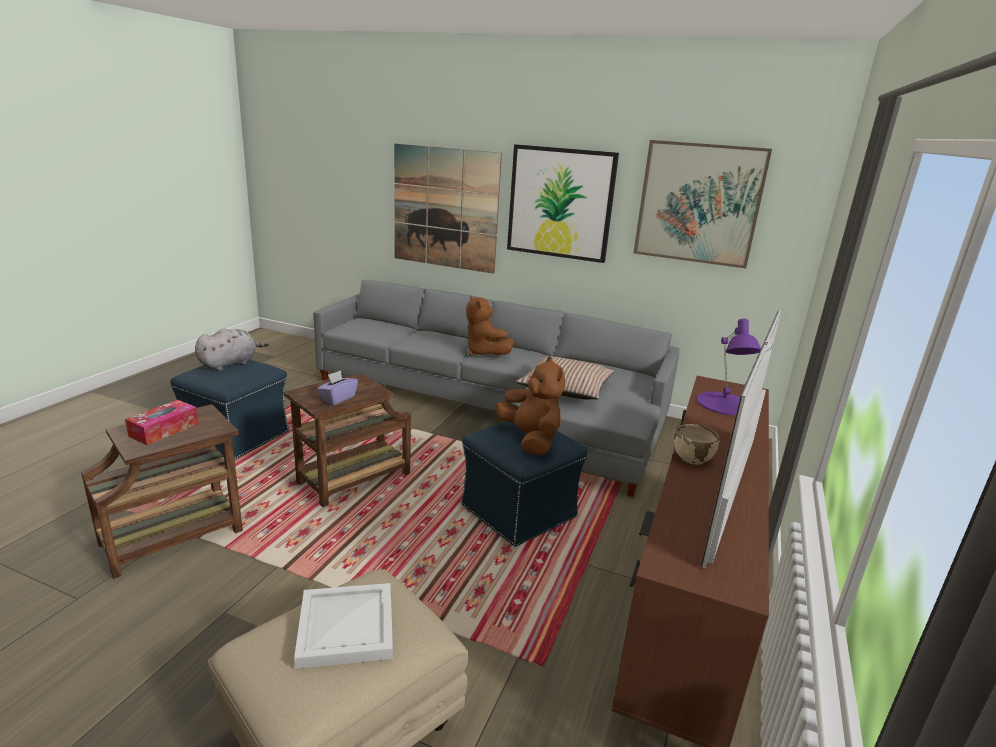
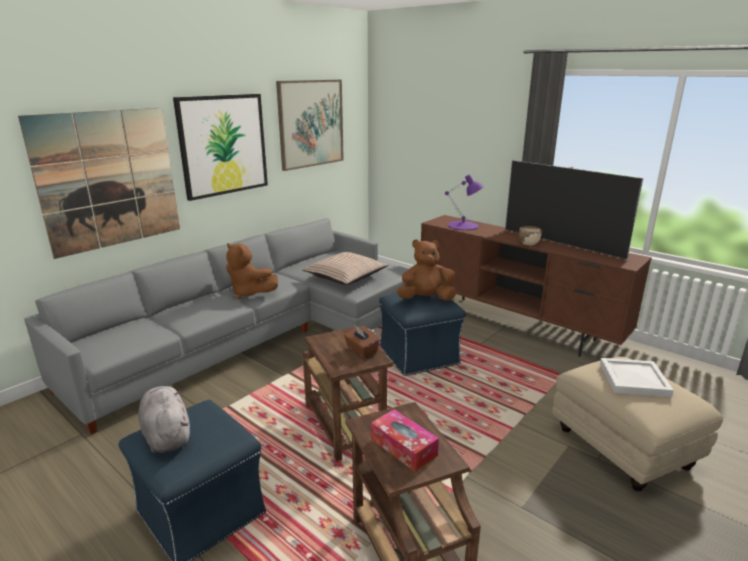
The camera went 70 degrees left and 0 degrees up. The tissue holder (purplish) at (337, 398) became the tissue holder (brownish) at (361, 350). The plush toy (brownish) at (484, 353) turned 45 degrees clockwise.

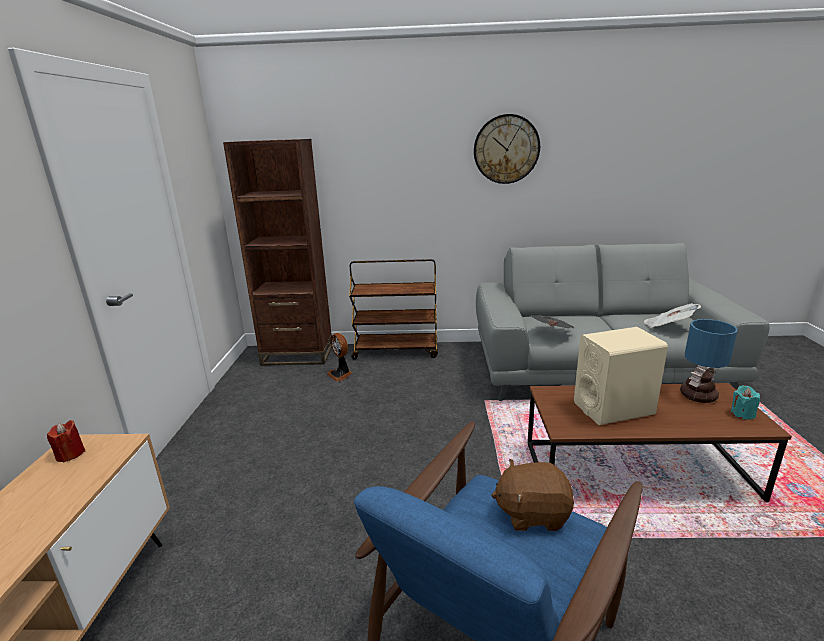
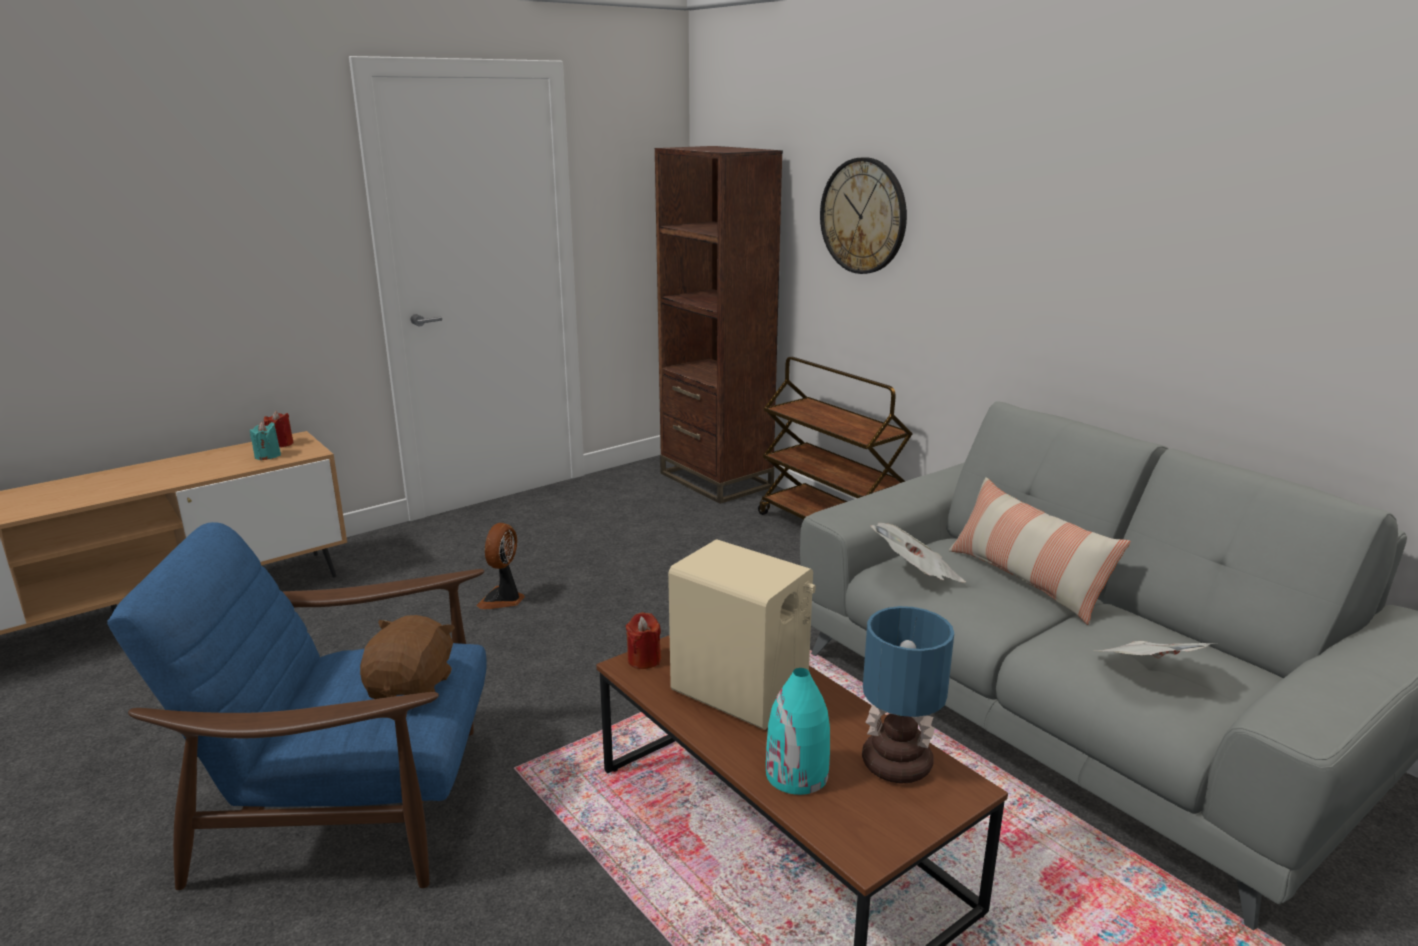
The camera went 50 degrees right and 0 degrees up. The wax candle (red) at (644, 660) appeared. The flower vase (turquoise) at (797, 775) appeared. The cushion at (1026, 580) appeared. The electric fan moved from (340, 374) to (503, 599). The hanging clock moved from (506, 149) to (863, 216). The wax candle (turquoise) moved from (742, 414) to (267, 456). The plush toy (brownish) at (532, 513) turned 45 degrees clockwise.

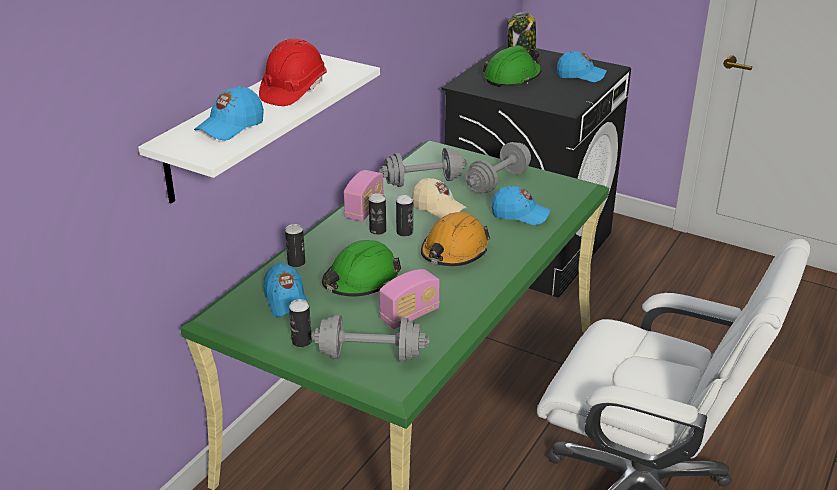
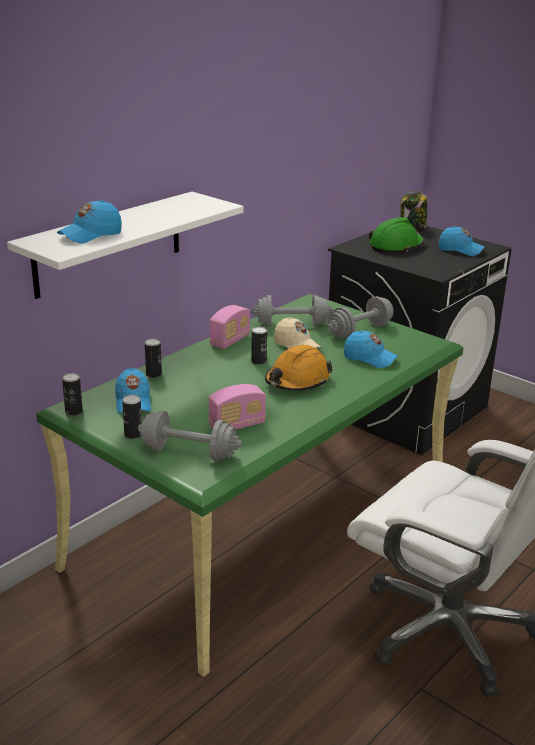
The camera went 10 degrees right and 5 degrees down. The safety helmet (red) at (293, 91) disappeared. The safety helmet (green-coloured) at (361, 281) disappeared. The sealed can moved from (378, 230) to (74, 411).

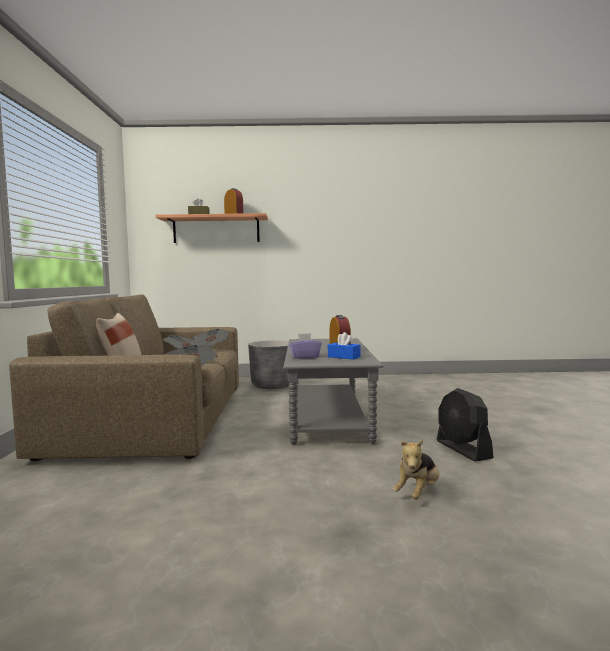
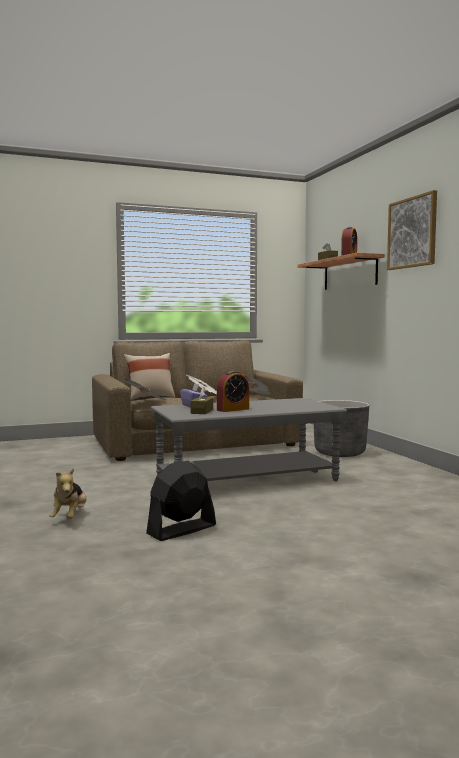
The camera went 70 degrees right and 0 degrees up. The wall picture at (412, 232) appeared. The tissue holder (bluish) at (344, 357) became the tissue holder (brownish) at (202, 411). The plush toy at (418, 493) turned 105 degrees counterclockwise.

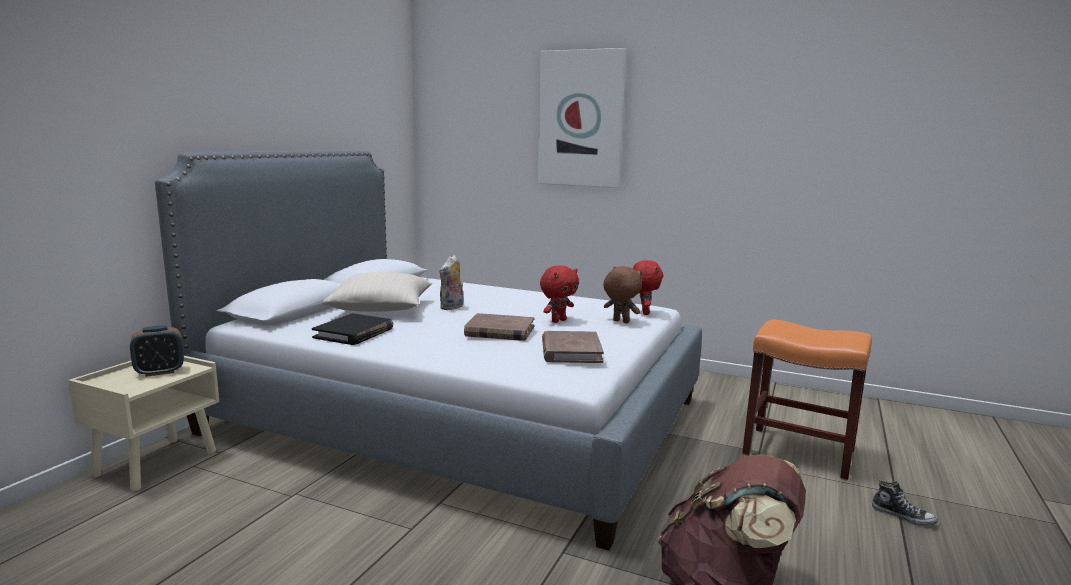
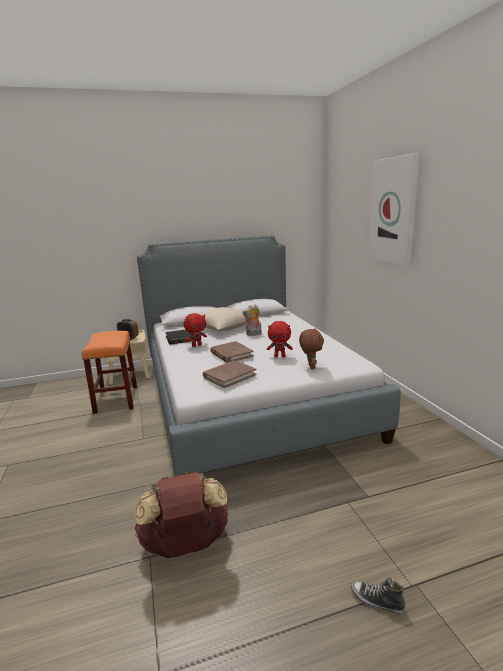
The camera went 50 degrees right and 5 degrees up. The plush toy (red) moved from (644, 313) to (196, 345). The sitting stool (orange-coloured) moved from (797, 452) to (116, 399). The shoe at (903, 516) turned 120 degrees clockwise.

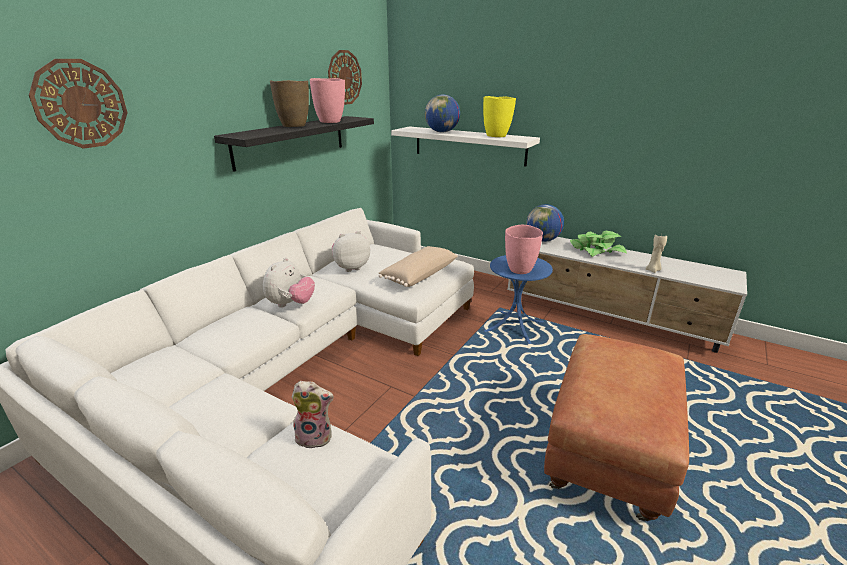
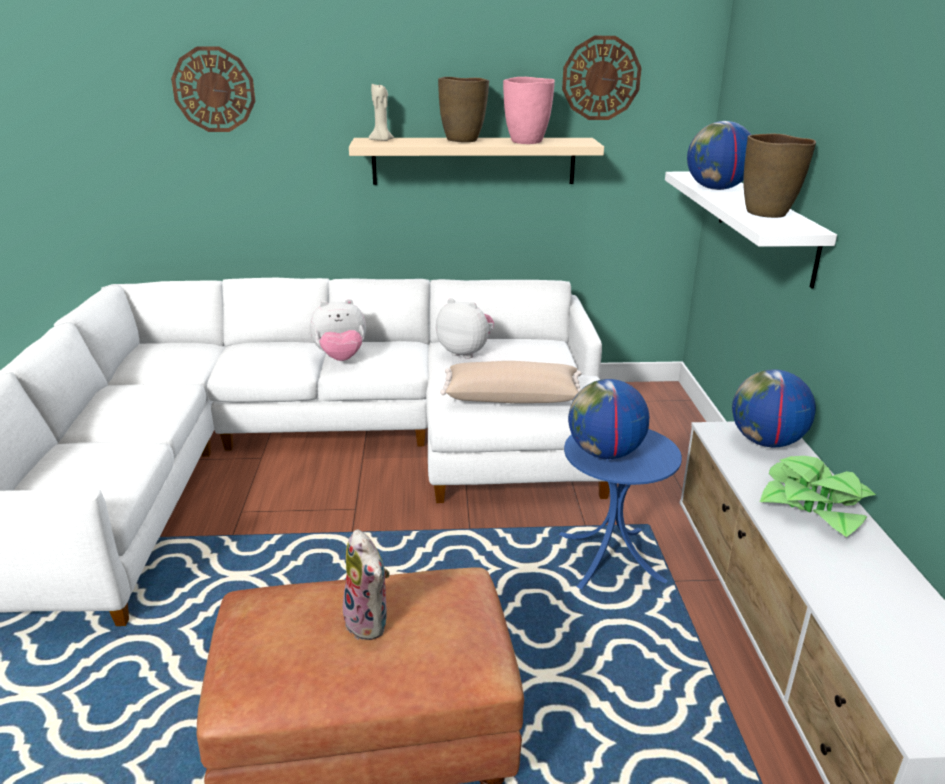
The camera went 55 degrees right and 0 degrees up. The plush toy moved from (315, 437) to (370, 622). The wax candle (beige) moved from (653, 270) to (382, 140). The flower vase (pinkish) at (520, 270) was replaced by the world globe at (605, 453). The wall shelf (black) at (291, 141) became the wall shelf (beige) at (474, 161). The flower vase (yellow-coloured) at (496, 136) became the flower vase (brownish) at (768, 213).

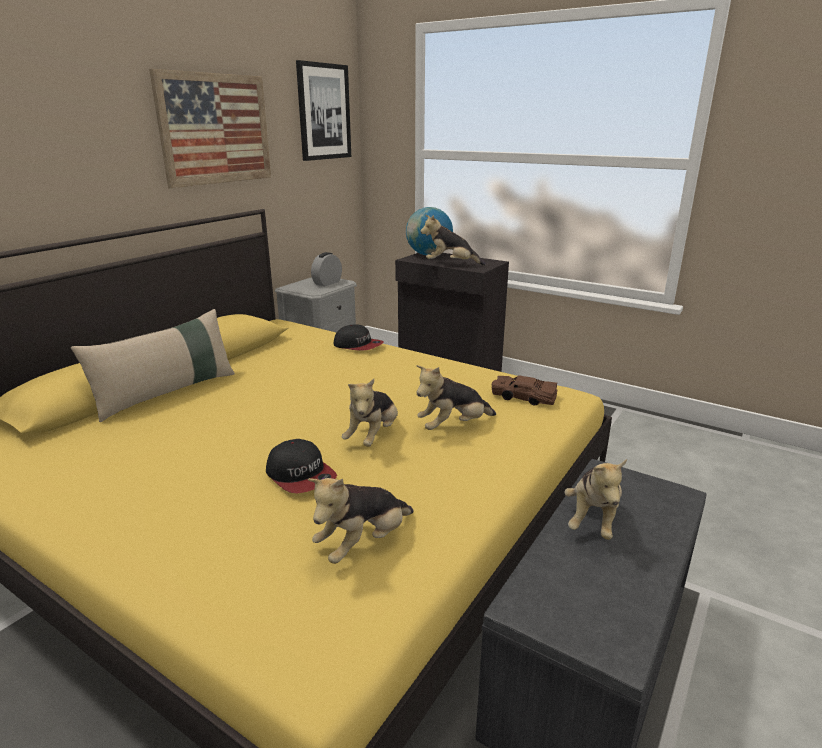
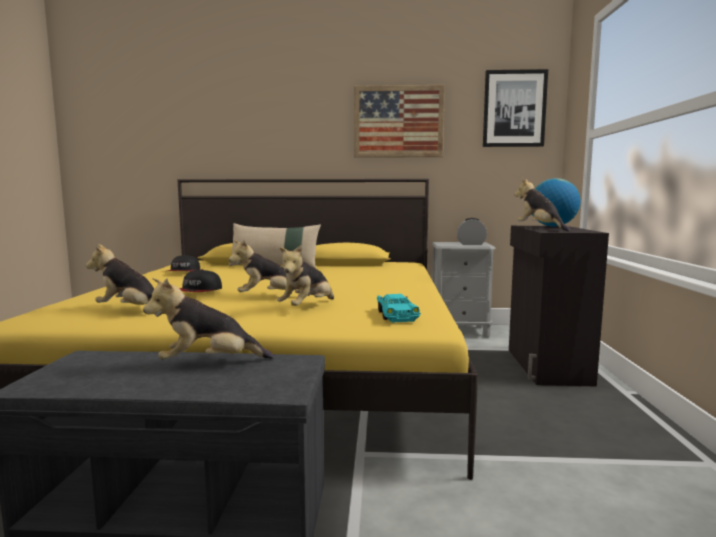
The camera went 60 degrees right and 15 degrees down. The baseball cap moved from (358, 345) to (184, 272). The miniature car (brownish) at (523, 397) became the miniature car (turquoise) at (395, 315). The plush toy at (453, 426) turned 90 degrees counterclockwise.

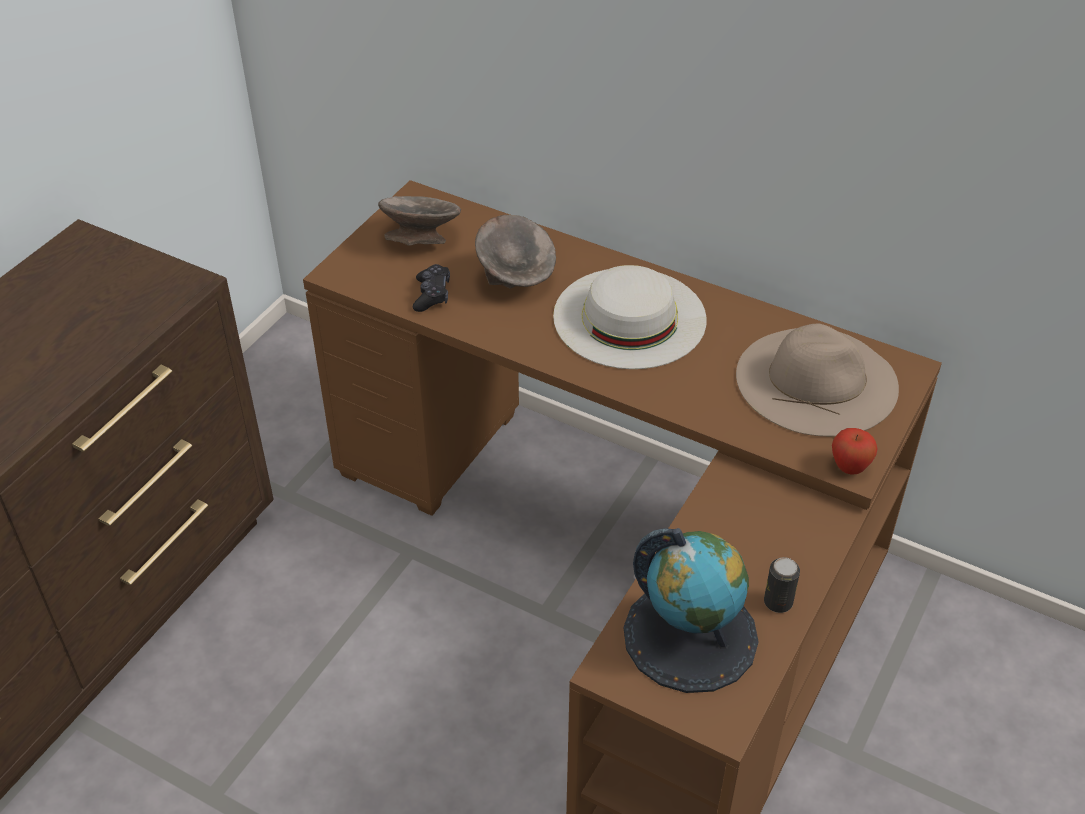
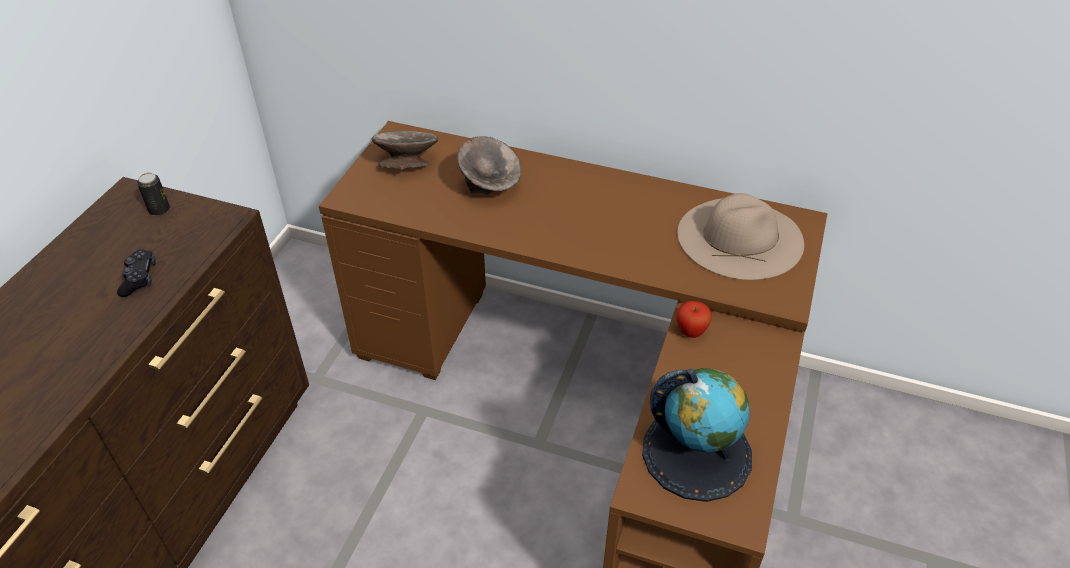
The camera went 10 degrees left and 0 degrees up. The hat (white) at (629, 317) disappeared. The game controller (black) moved from (432, 295) to (139, 278). The sealed can moved from (778, 602) to (159, 210). The apple moved from (849, 468) to (690, 332).

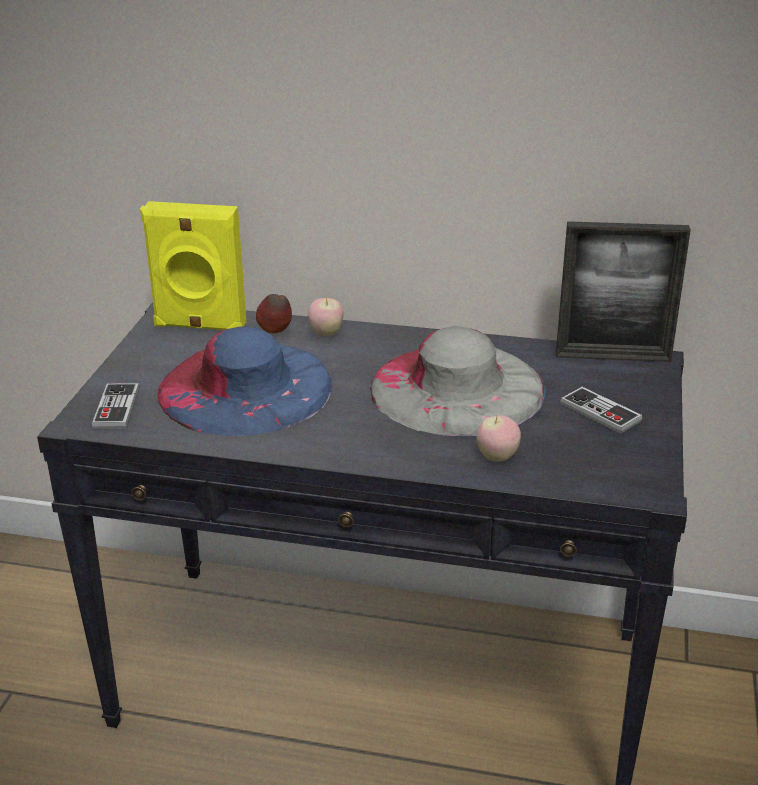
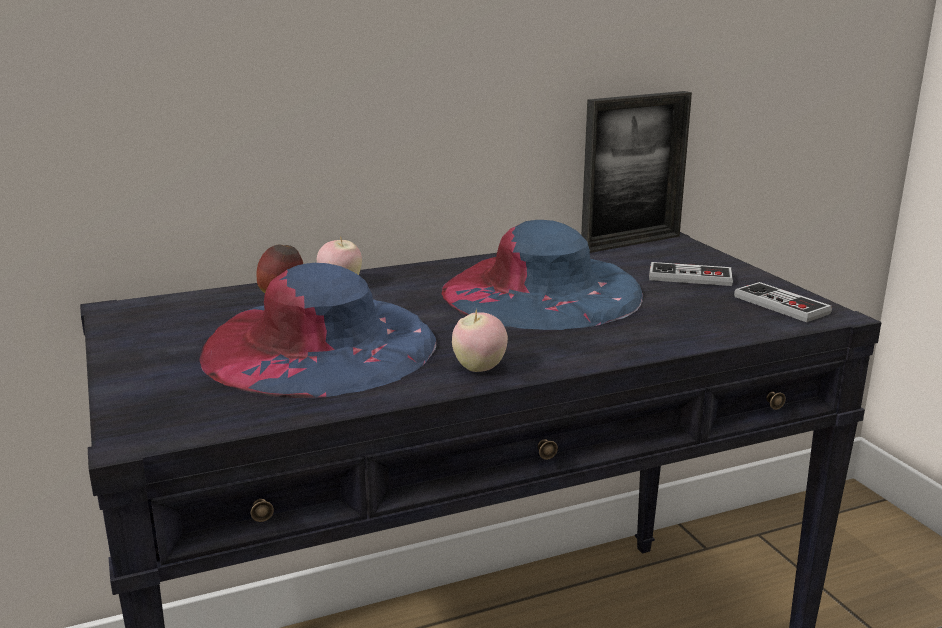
The camera went 35 degrees left and 10 degrees down. The loudspeaker (yellow-coloured) at (200, 326) disappeared. The game controller moved from (116, 408) to (781, 305). The apple moved from (497, 457) to (479, 368). The hat (greyish) at (457, 388) became the hat (bluish) at (542, 292).

